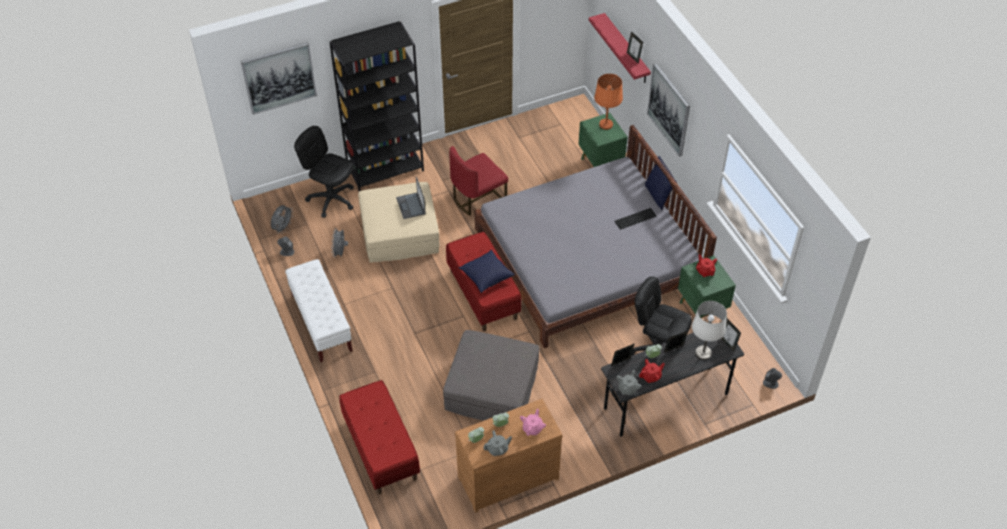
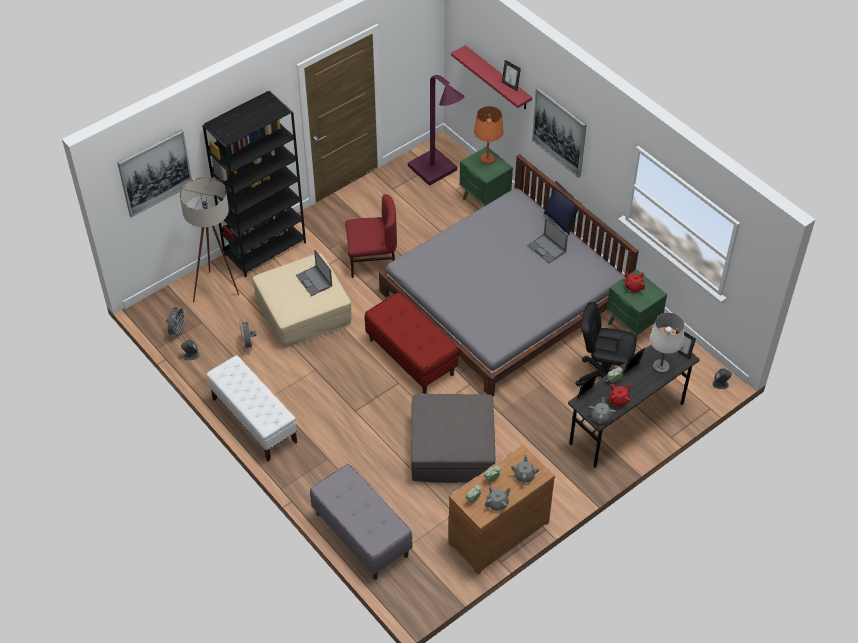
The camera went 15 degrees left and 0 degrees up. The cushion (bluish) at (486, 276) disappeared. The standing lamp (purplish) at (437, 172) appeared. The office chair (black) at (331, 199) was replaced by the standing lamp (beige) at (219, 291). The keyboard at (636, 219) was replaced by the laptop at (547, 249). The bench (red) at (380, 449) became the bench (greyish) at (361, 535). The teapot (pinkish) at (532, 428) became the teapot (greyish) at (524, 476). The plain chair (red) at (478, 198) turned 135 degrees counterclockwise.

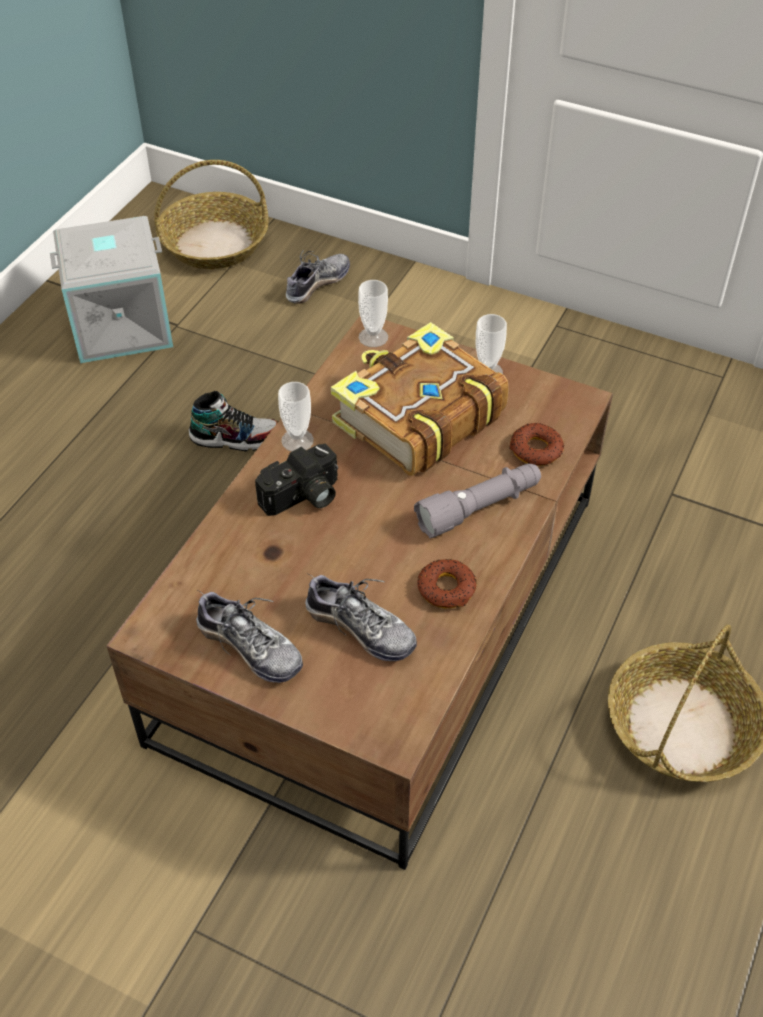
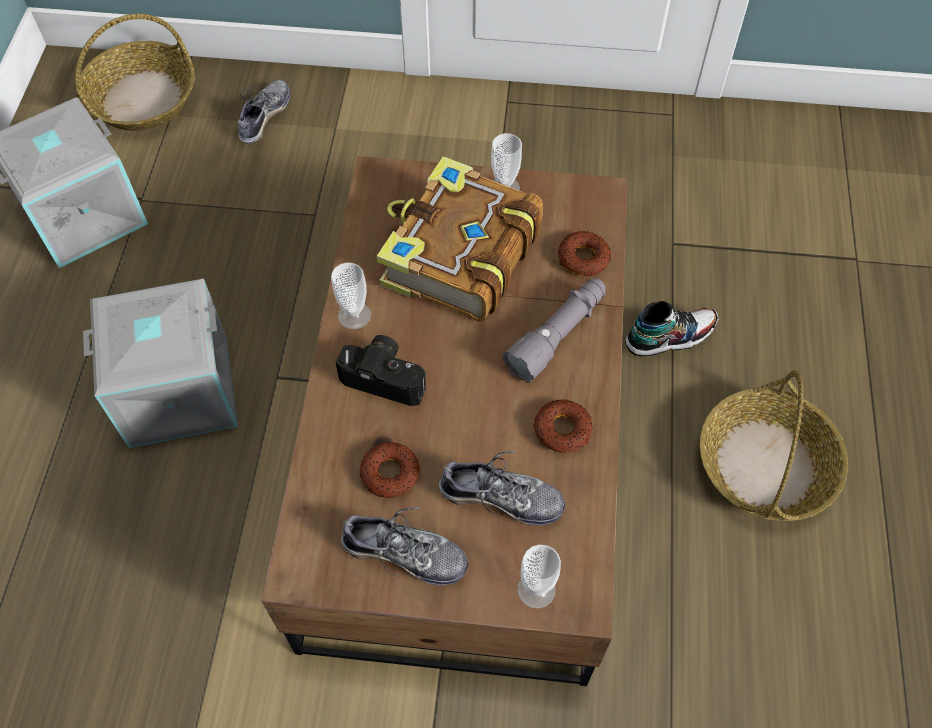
The camera went 20 degrees left and 10 degrees up. The storage container (greyish) at (178, 393) appeared. The ring doughnut at (390, 473) appeared. The shoe moved from (235, 437) to (669, 336). The small cup moved from (373, 337) to (536, 589). The still camera at (303, 498) turned 105 degrees counterclockwise.

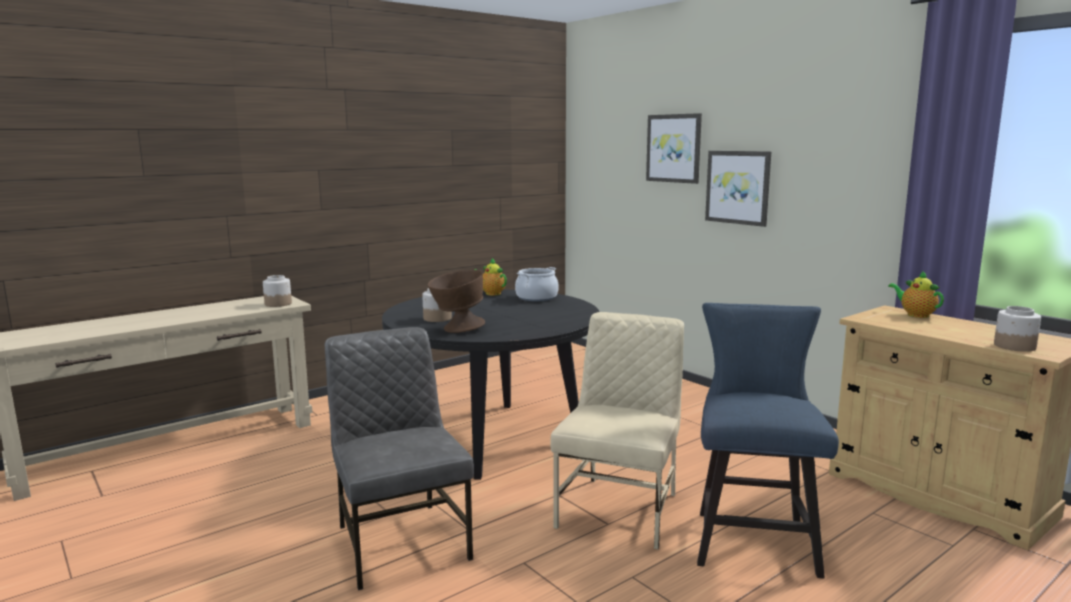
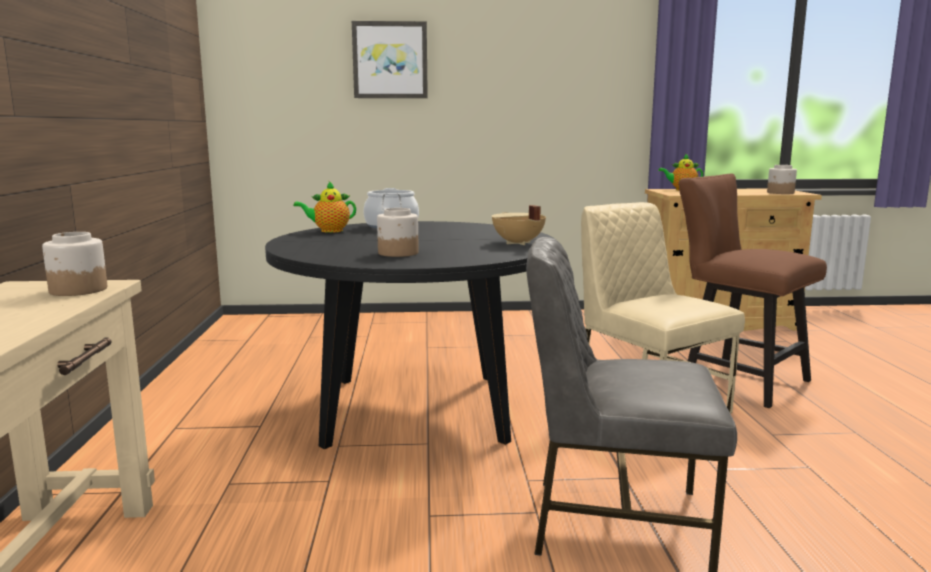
The camera went 55 degrees left and 0 degrees up. The deep dish (brownish) at (456, 329) disappeared. The wall picture at (738, 187) disappeared. The cooking pot (beige) at (517, 243) appeared. The plain chair (bluish) at (752, 537) became the plain chair (brownish) at (736, 380).

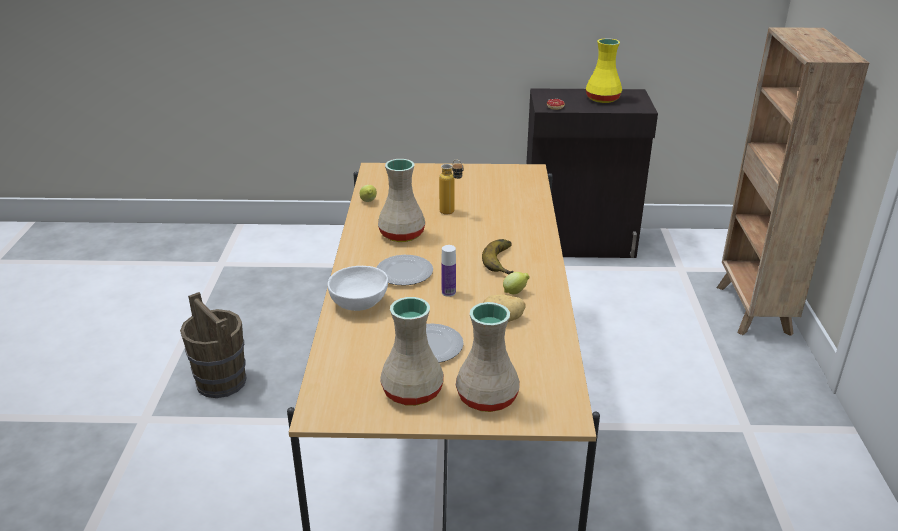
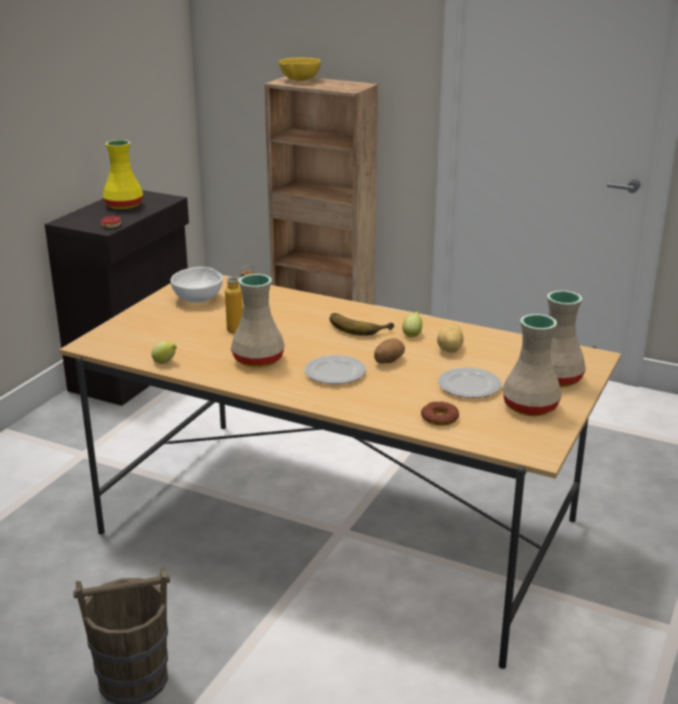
The camera went 65 degrees left and 5 degrees down. The deep dish (yellow-coloured) at (299, 80) appeared. The ring doughnut at (439, 418) appeared. The deep dish (white) moved from (360, 304) to (199, 299). The bottle at (448, 292) was replaced by the spud at (388, 361).

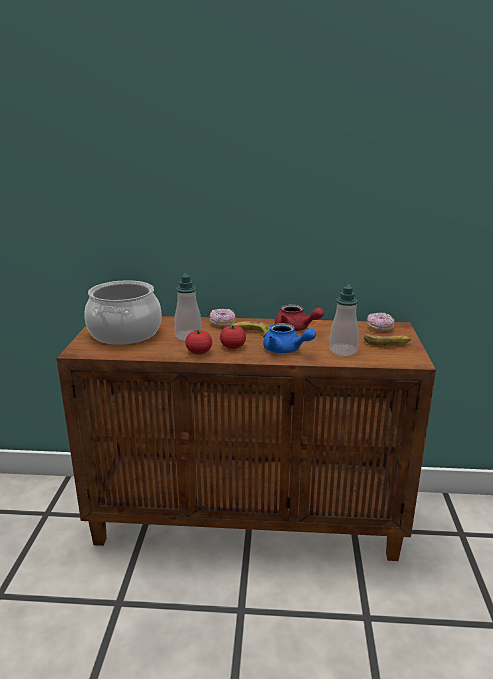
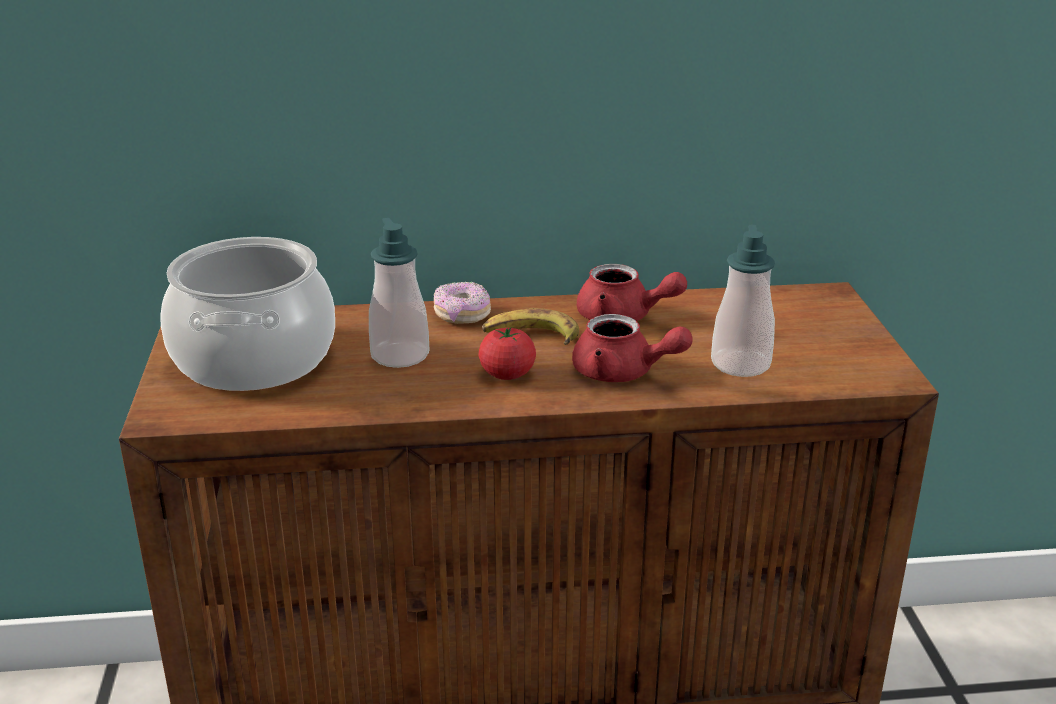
The camera went 10 degrees left and 5 degrees up. The whole tomato at (199, 352) disappeared. The whole banana at (387, 343) disappeared. The ring doughnut at (380, 328) disappeared. The teapot (bluish) at (286, 350) became the teapot (red) at (623, 373).

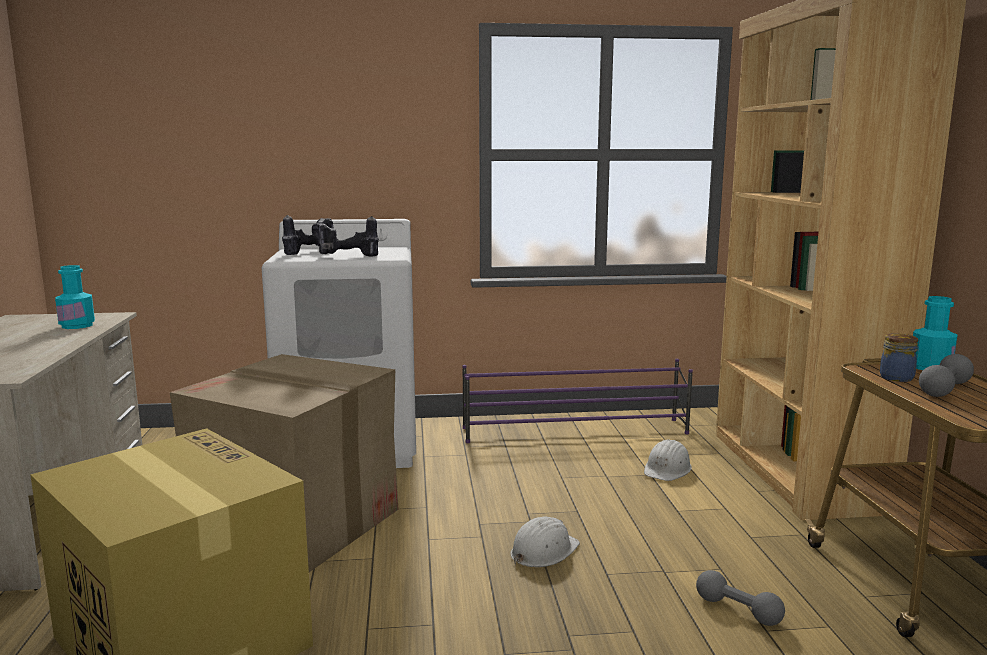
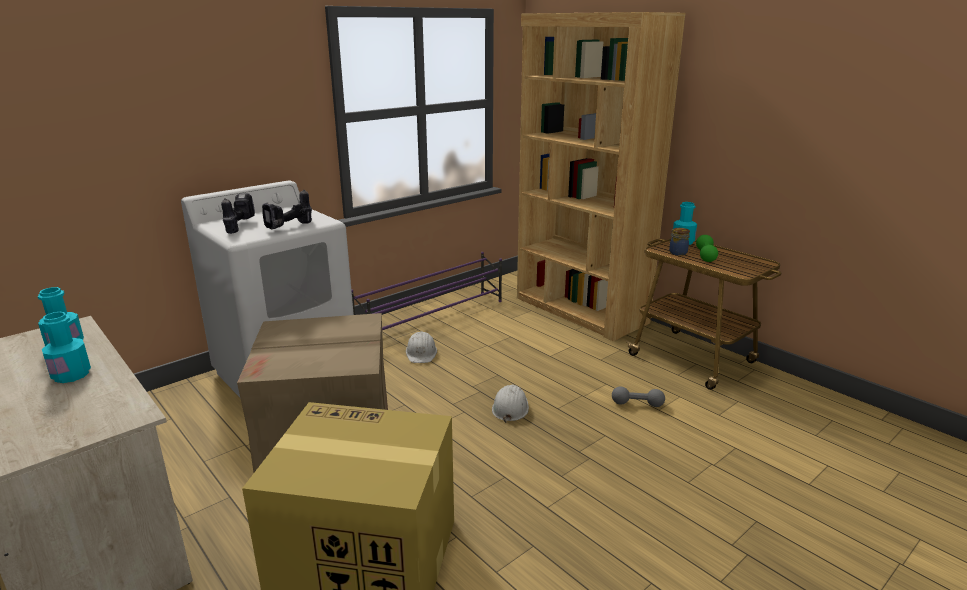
The camera went 35 degrees left and 10 degrees up. The bottle (turquoise) at (71, 375) appeared. The safety helmet (white) moved from (667, 469) to (421, 353). The hand weight (greyish) at (944, 389) became the hand weight (green-coloured) at (705, 256).

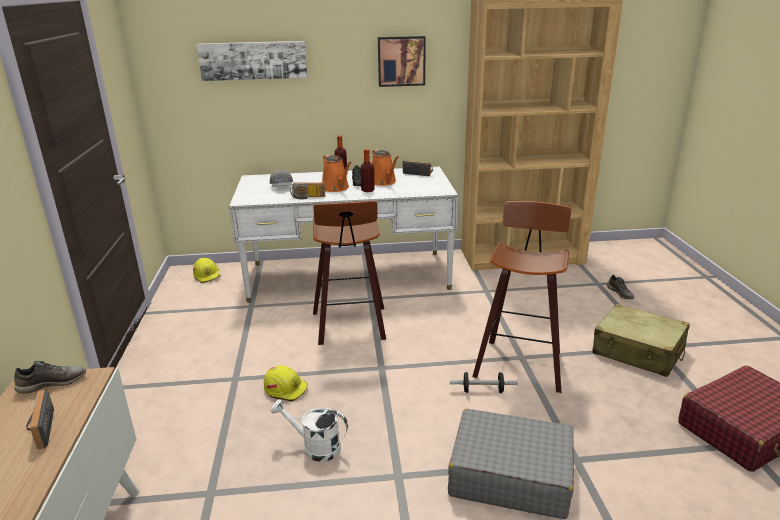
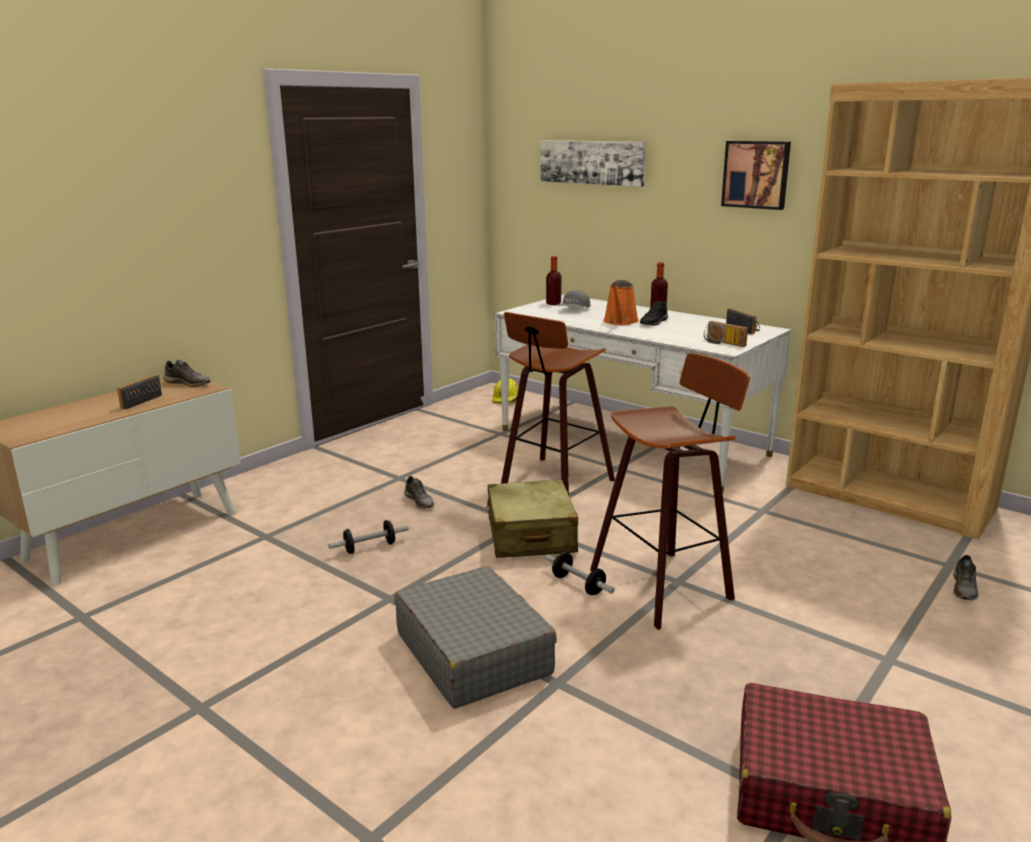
The camera went 45 degrees right and 5 degrees down. The sprinkling can (orange-coloured) at (384, 182) disappeared. The radio receiver moved from (307, 197) to (722, 343). The bottle moved from (367, 190) to (553, 303). The suitcase (beige) moved from (638, 351) to (530, 535). The safety helmet (yellow-coloured) at (286, 389) was replaced by the shoe (greyish) at (420, 501). The sprinkling can (white) at (315, 447) was replaced by the hand weight at (370, 547).

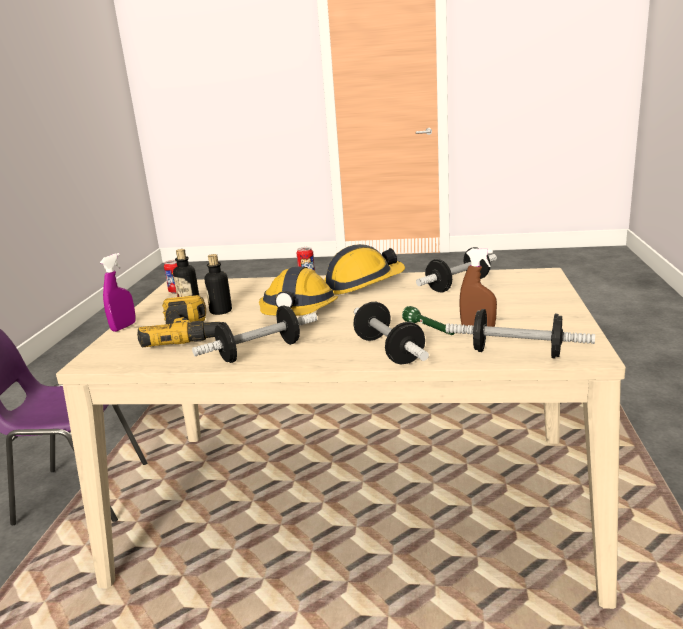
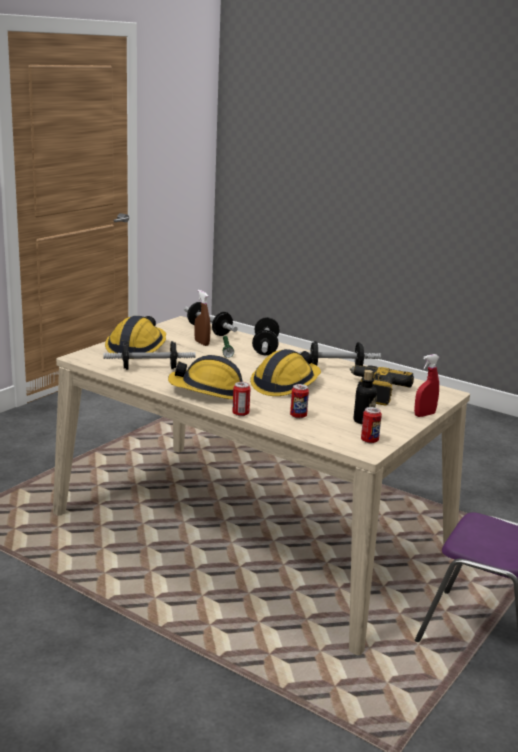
The camera went 155 degrees left and 0 degrees up. The bottle at (221, 311) disappeared. The safety helmet at (137, 348) appeared. The sealed can at (298, 416) appeared. The sprayer (purplish) at (124, 327) became the sprayer (red) at (424, 415).

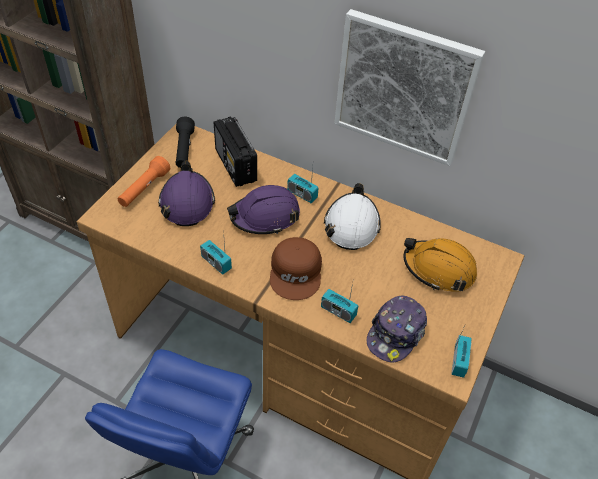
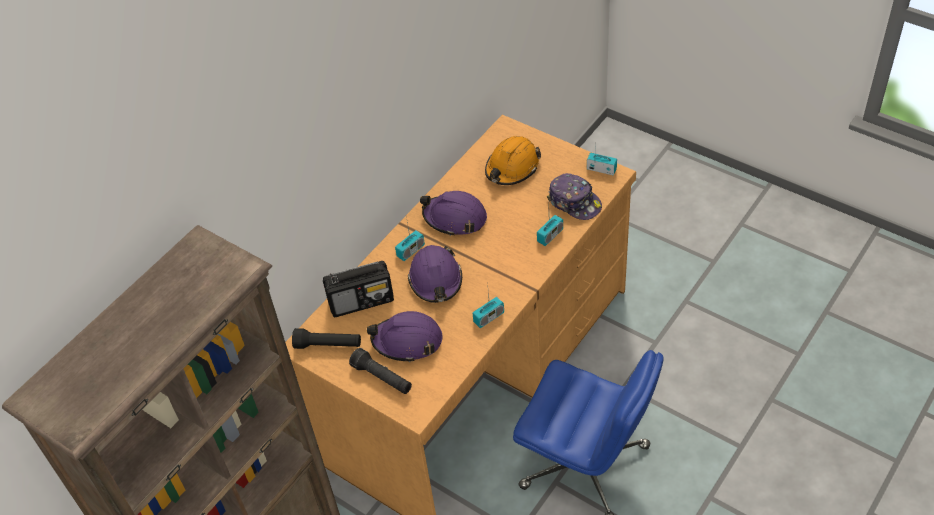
The camera went 75 degrees left and 0 degrees up. The baseball cap (brownish) at (296, 272) disappeared. The wall picture at (404, 88) disappeared. The flashlight (orange-coloured) at (144, 189) became the flashlight (black) at (382, 378). The safety helmet (white) at (351, 225) became the safety helmet (purplish) at (455, 218).

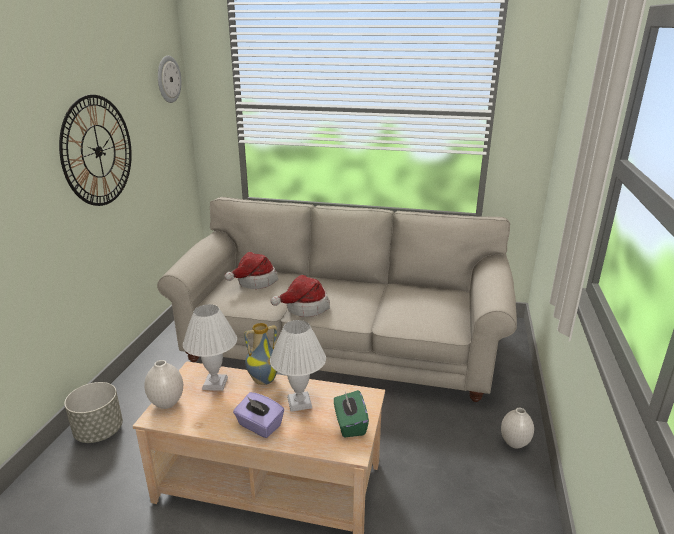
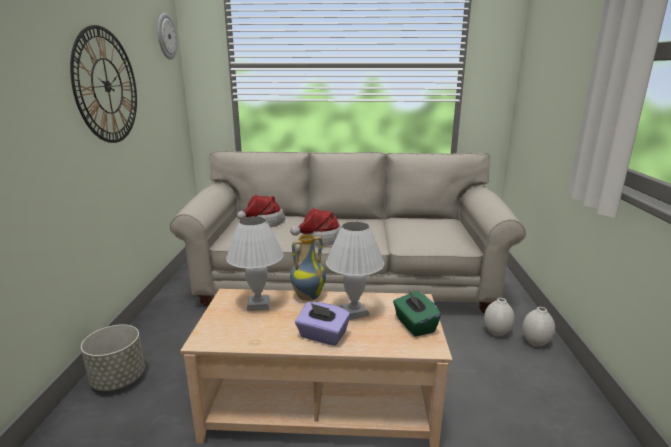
The camera went 10 degrees left and 5 degrees down. The flower vase (white) moved from (166, 403) to (496, 333).

